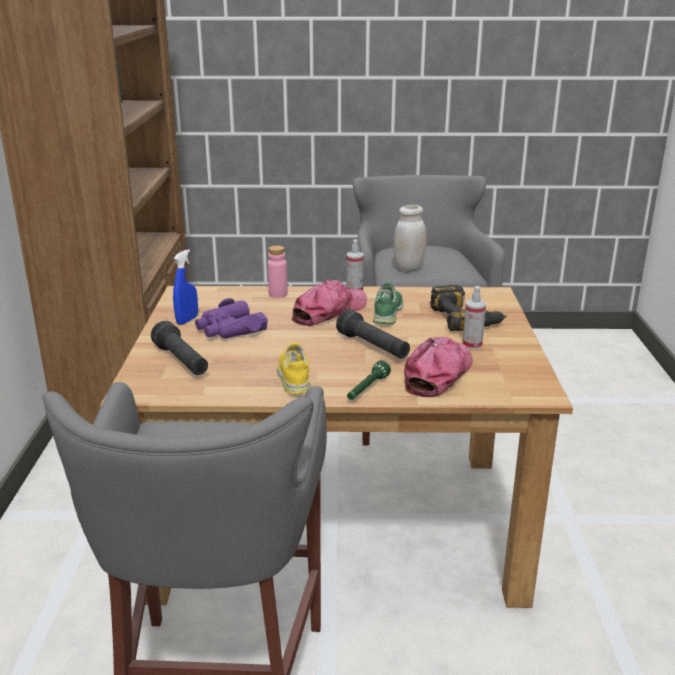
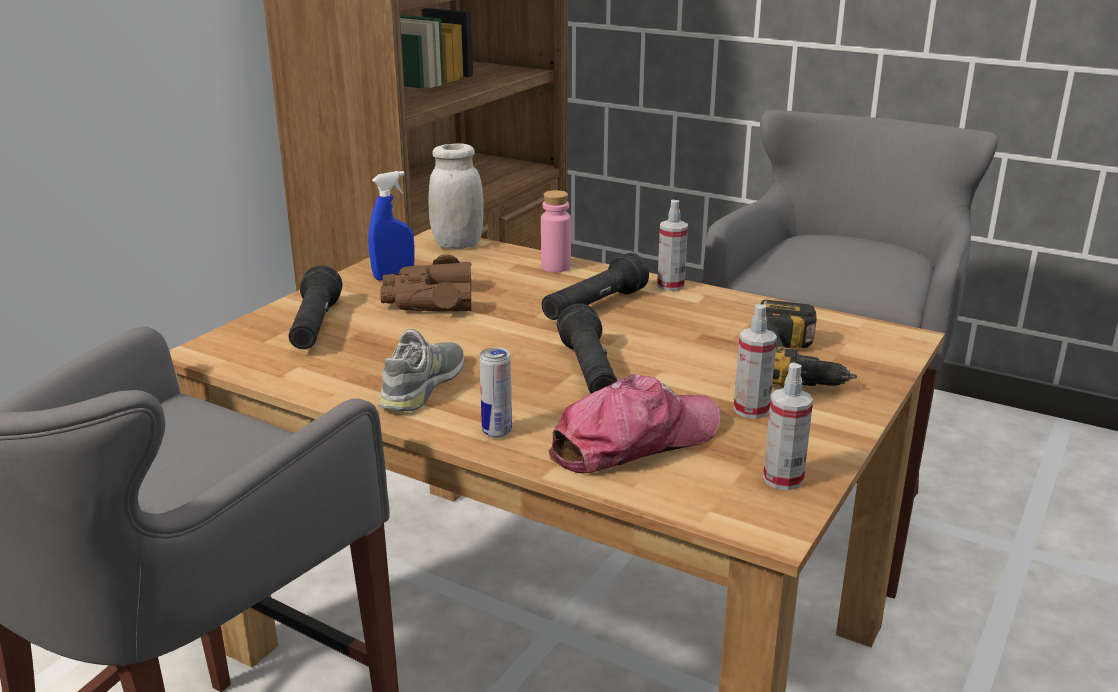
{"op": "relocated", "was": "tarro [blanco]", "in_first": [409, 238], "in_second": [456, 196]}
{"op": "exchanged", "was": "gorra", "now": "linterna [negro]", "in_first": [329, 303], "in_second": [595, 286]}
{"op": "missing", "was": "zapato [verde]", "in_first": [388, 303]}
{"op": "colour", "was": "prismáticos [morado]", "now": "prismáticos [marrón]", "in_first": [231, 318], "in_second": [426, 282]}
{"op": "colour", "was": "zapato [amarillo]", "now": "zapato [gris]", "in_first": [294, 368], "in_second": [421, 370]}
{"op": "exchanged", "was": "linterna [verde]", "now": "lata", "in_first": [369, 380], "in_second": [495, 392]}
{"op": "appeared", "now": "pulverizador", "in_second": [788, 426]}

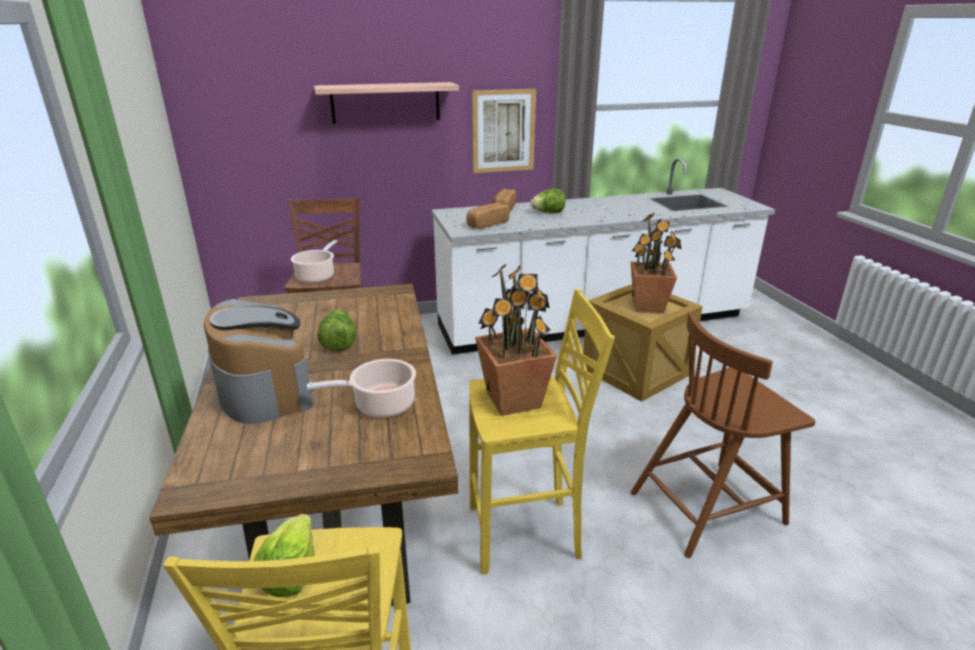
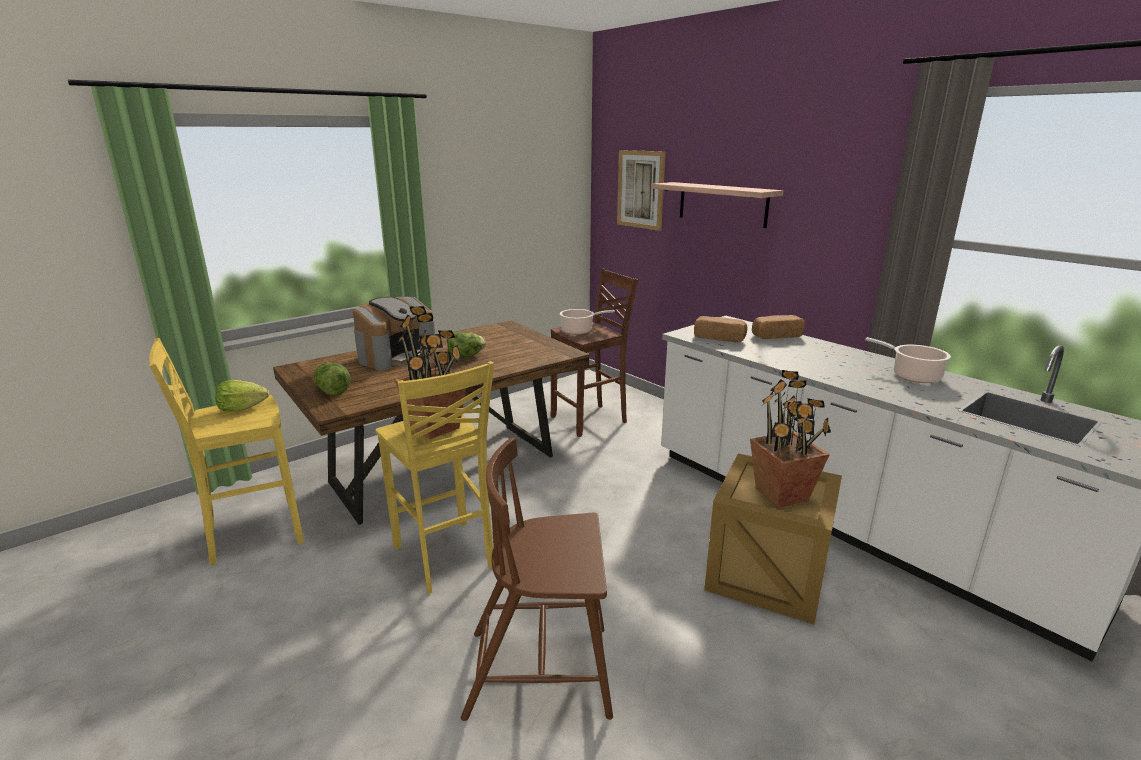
{"op": "relocated", "was": "cuadro", "in_first": [504, 131], "in_second": [641, 190]}
{"op": "relocated", "was": "lechuga", "in_first": [547, 200], "in_second": [332, 379]}
{"op": "spun", "was": "silla [marrón]", "in_first": [723, 434], "in_second": [537, 579], "clockwise": -45}
{"op": "relocated", "was": "olla", "in_first": [361, 388], "in_second": [908, 360]}

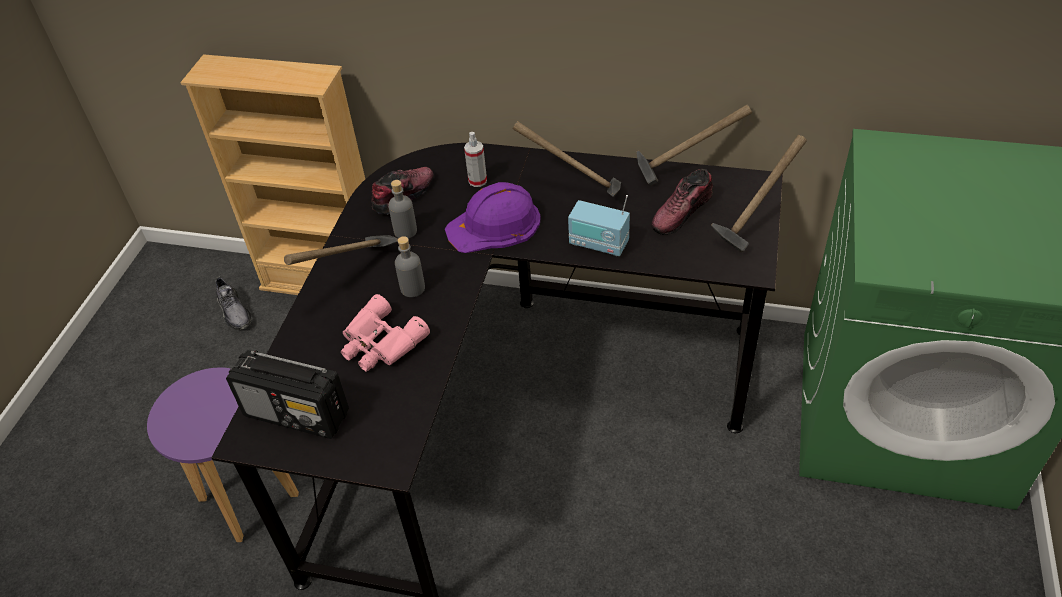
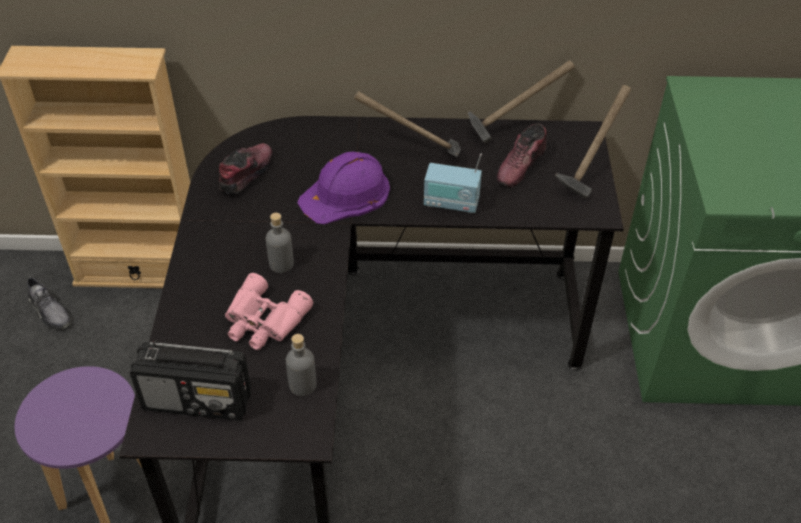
{"op": "missing", "was": "pulverizador", "in_first": [475, 159]}
{"op": "relocated", "was": "botella [gris]", "in_first": [402, 209], "in_second": [301, 365]}
{"op": "missing", "was": "martillo", "in_first": [341, 250]}

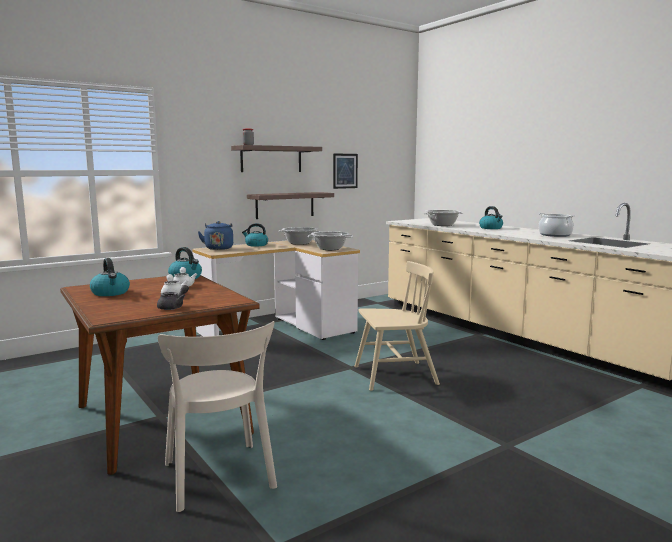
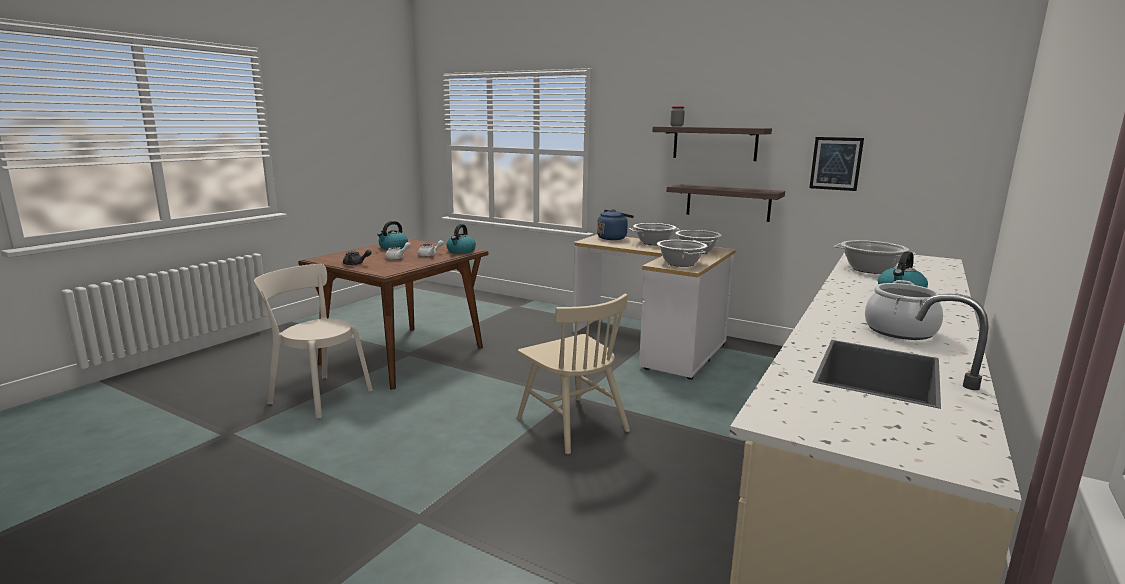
{"op": "exchanged", "was": "hervidor", "now": "olla", "in_first": [255, 235], "in_second": [654, 234]}
{"op": "spun", "was": "silla [beis]", "in_first": [217, 416], "in_second": [313, 341], "clockwise": 75}

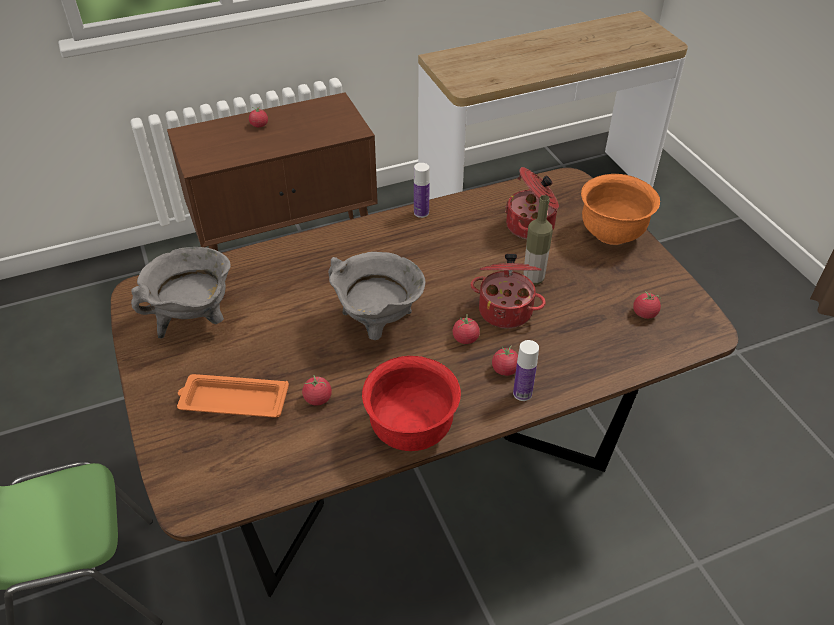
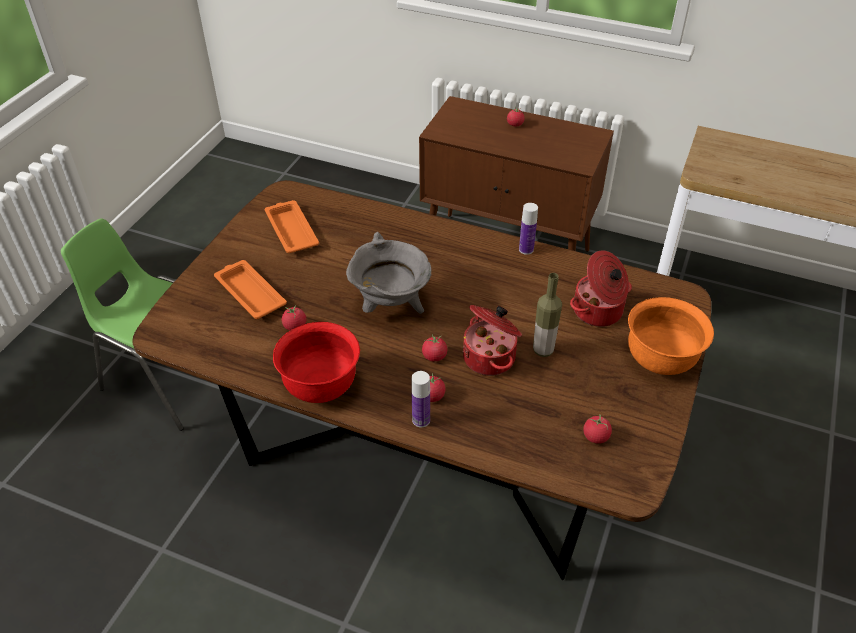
{"op": "exchanged", "was": "olla [gris]", "now": "bandeja [naranja]", "in_first": [180, 293], "in_second": [292, 226]}

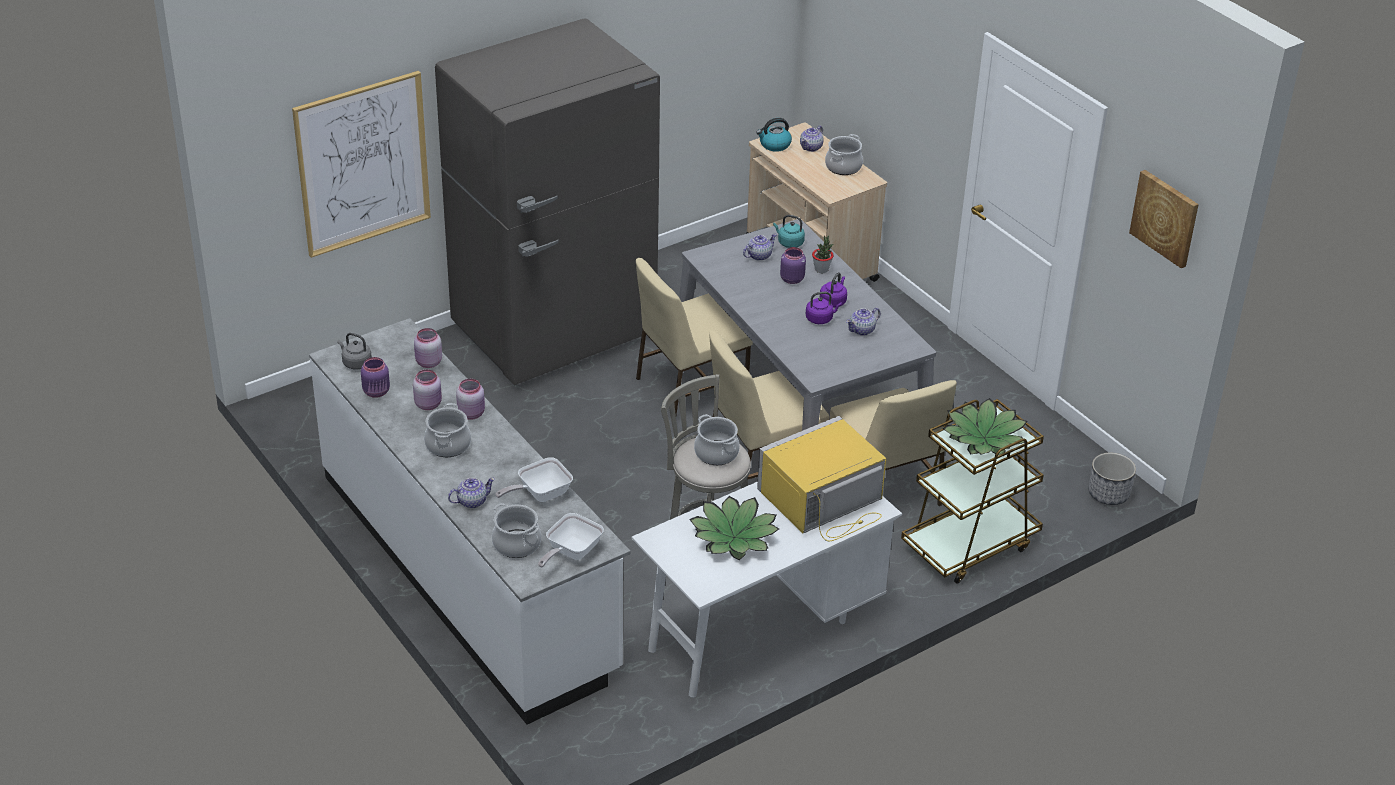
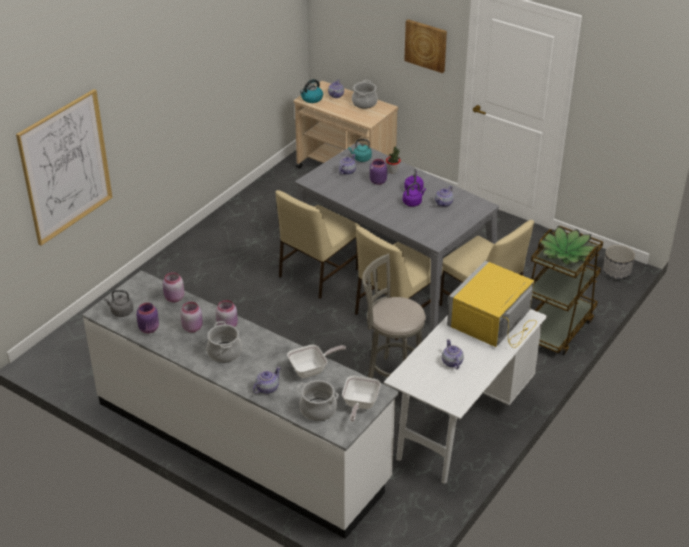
{"op": "missing", "was": "nevera [gris]", "in_first": [547, 201]}
{"op": "relocated", "was": "cuadro", "in_first": [1164, 219], "in_second": [425, 46]}
{"op": "missing", "was": "olla", "in_first": [717, 439]}
{"op": "spun", "was": "sartén", "in_first": [534, 479], "in_second": [316, 361], "clockwise": -150}
{"op": "exchanged", "was": "planta en maceta", "now": "tetera", "in_first": [734, 528], "in_second": [453, 354]}

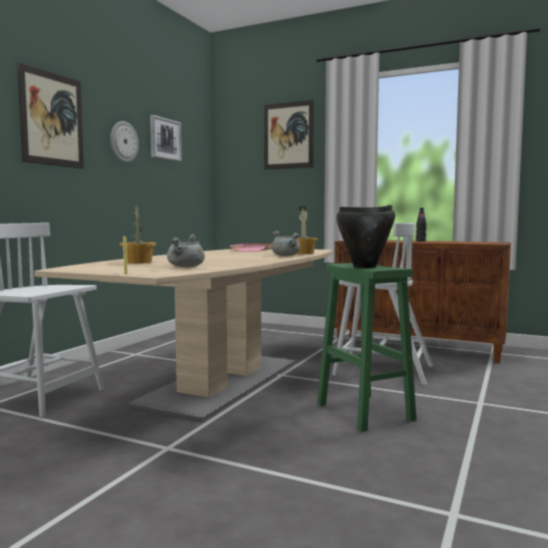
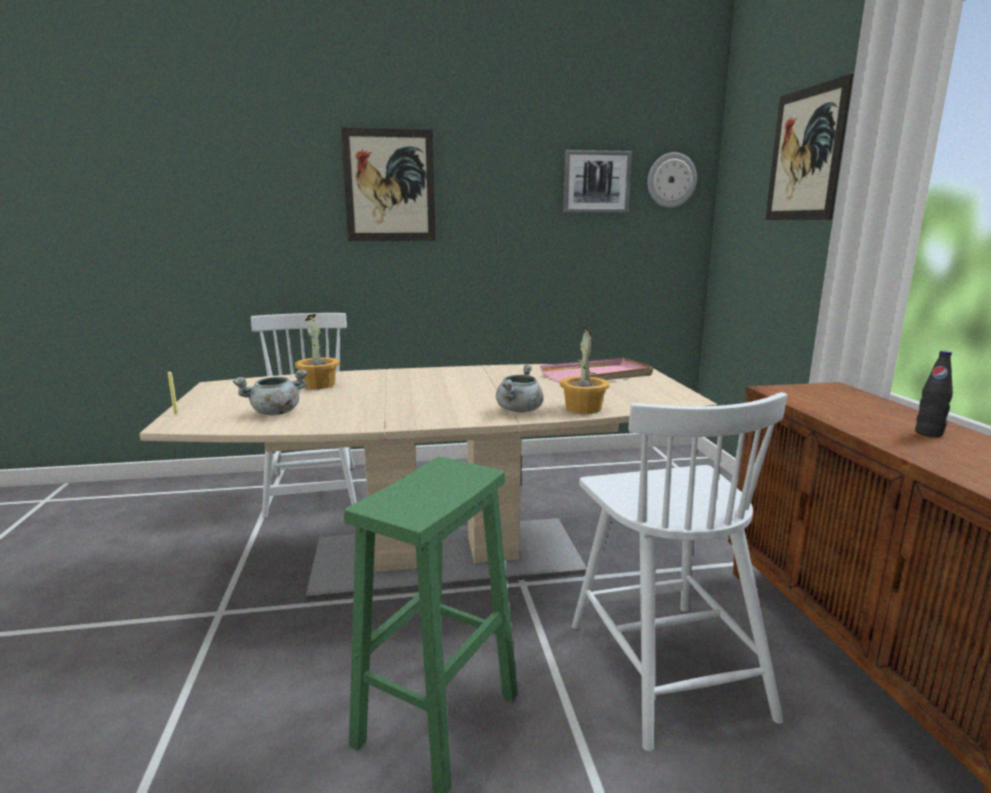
{"op": "relocated", "was": "reloj de pared", "in_first": [124, 142], "in_second": [672, 180]}
{"op": "missing", "was": "olla [negro]", "in_first": [365, 236]}

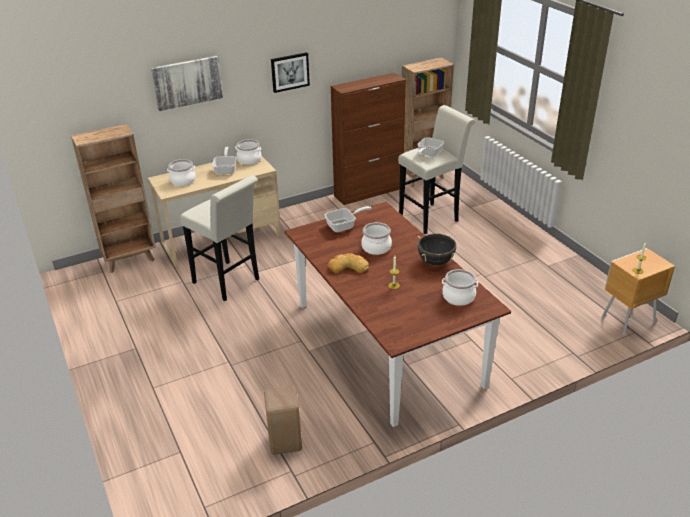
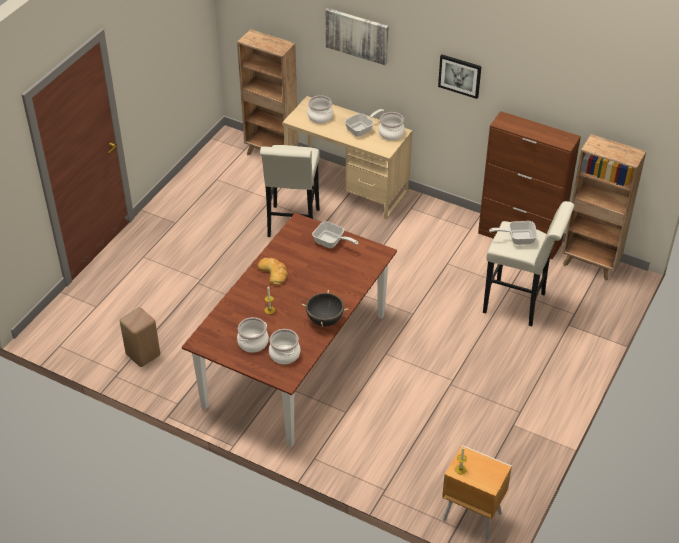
{"op": "relocated", "was": "olla", "in_first": [376, 238], "in_second": [253, 335]}

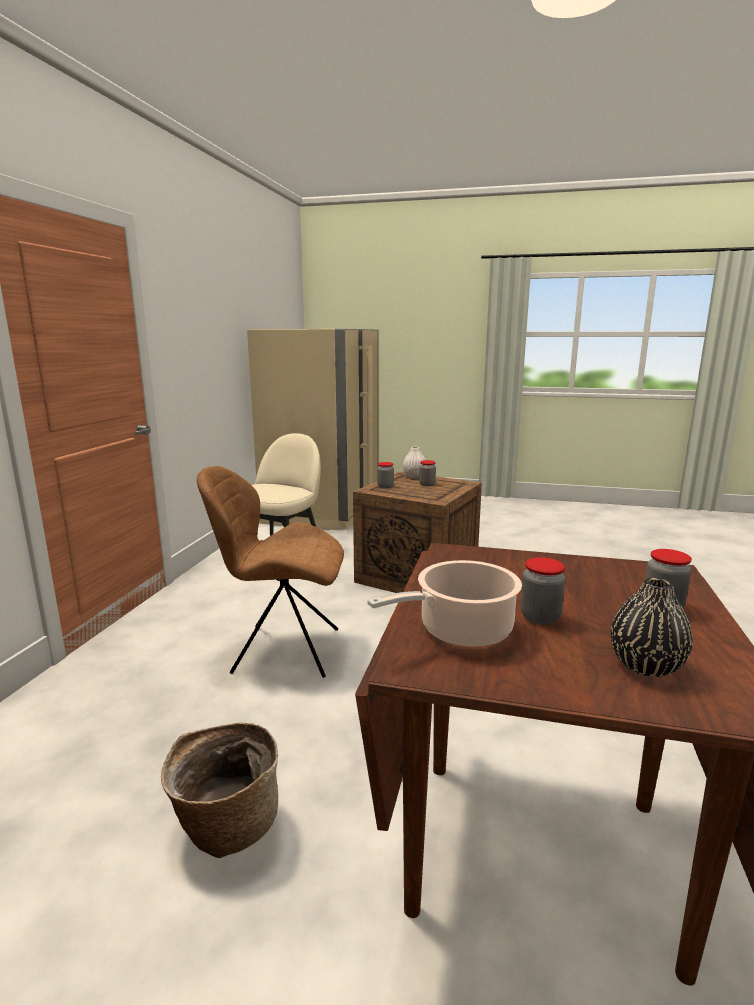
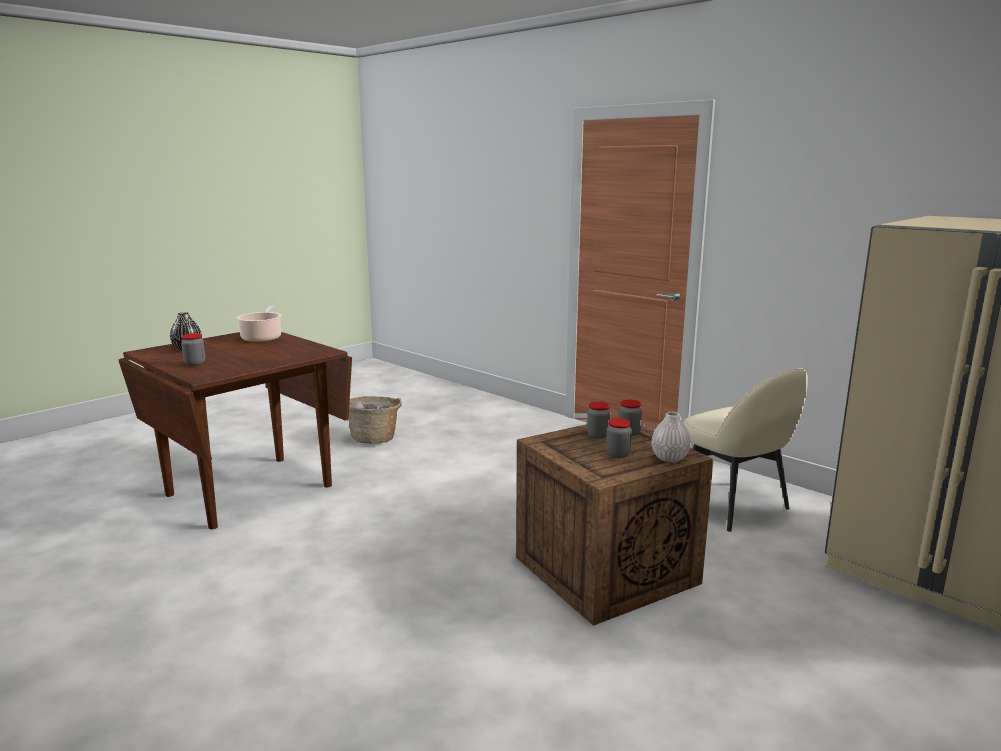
{"op": "missing", "was": "silla [marrón]", "in_first": [270, 572]}
{"op": "relocated", "was": "tarro", "in_first": [543, 590], "in_second": [599, 420]}

